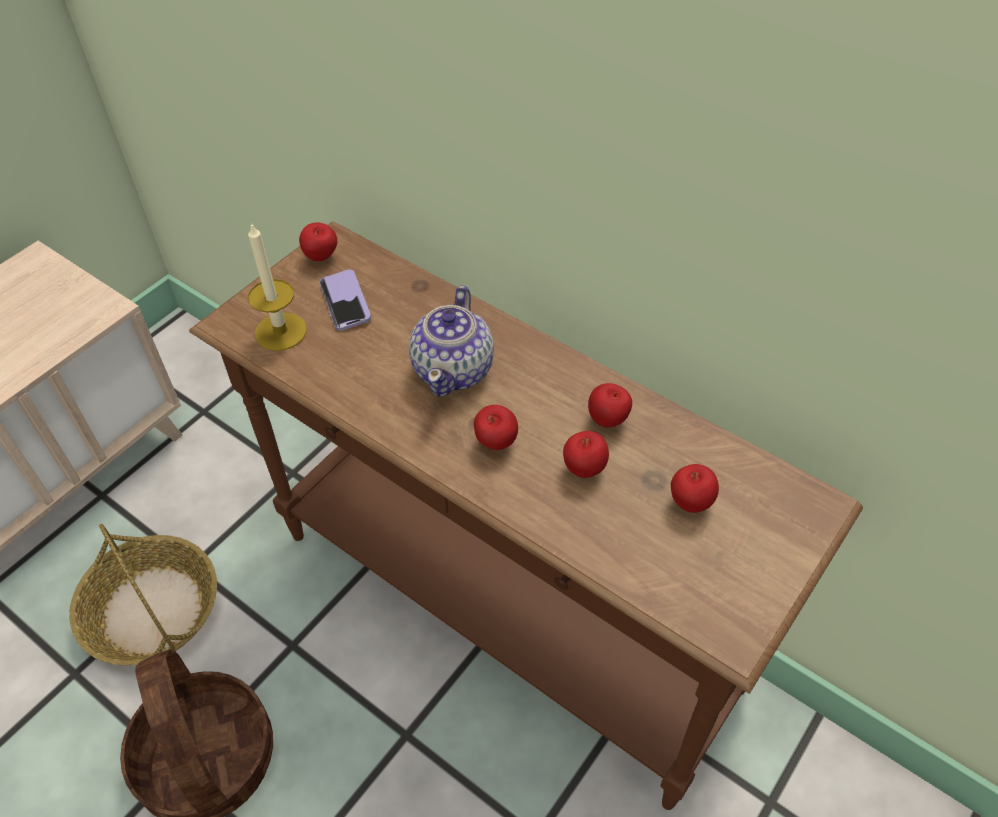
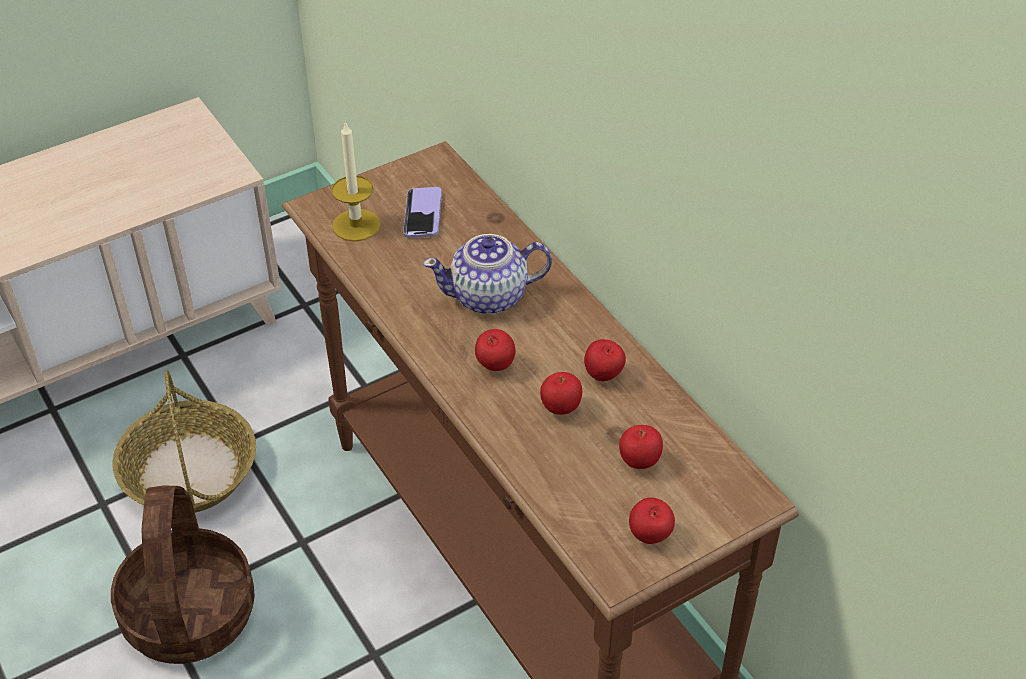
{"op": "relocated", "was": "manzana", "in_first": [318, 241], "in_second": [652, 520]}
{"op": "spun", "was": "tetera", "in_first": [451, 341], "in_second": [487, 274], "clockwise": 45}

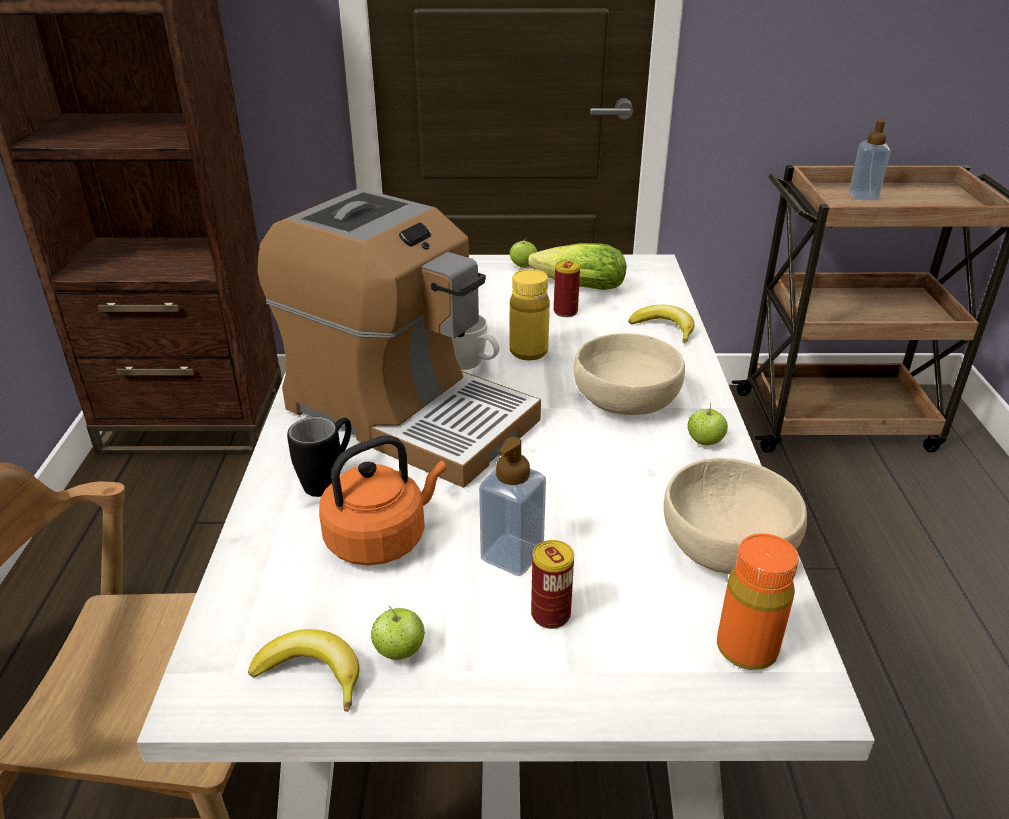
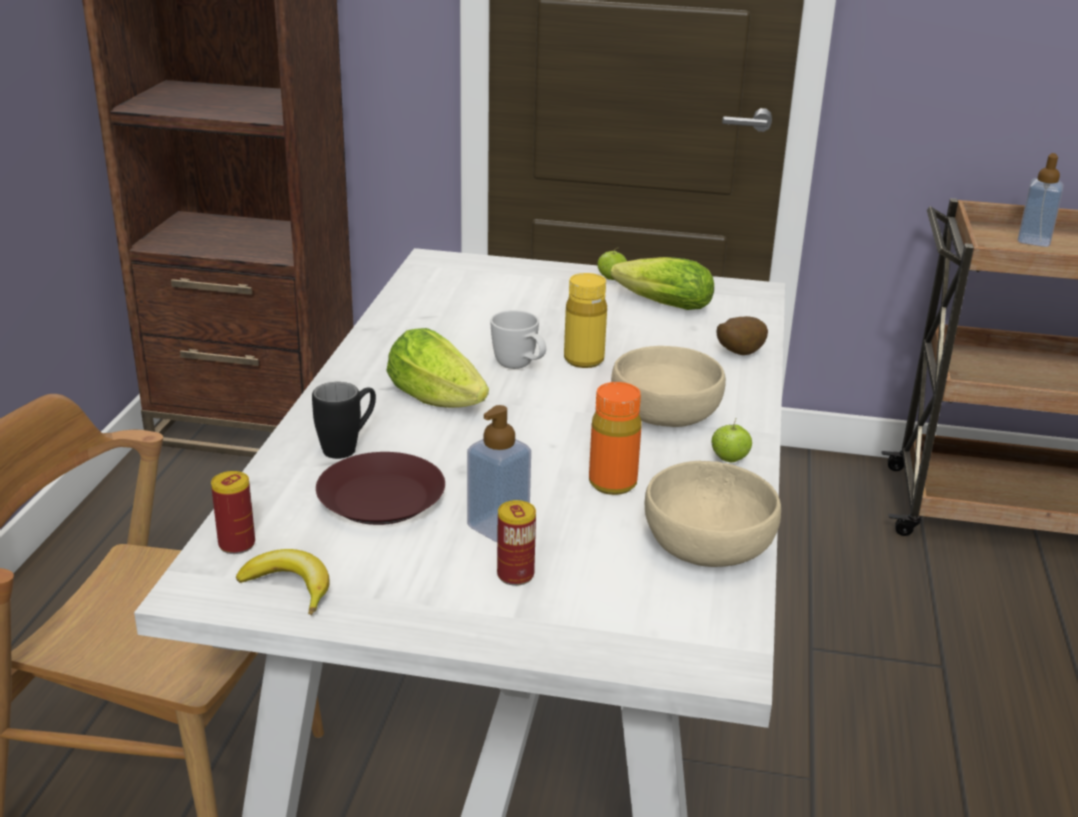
{"op": "exchanged", "was": "cafetera", "now": "lechuga", "in_first": [399, 338], "in_second": [437, 368]}
{"op": "relocated", "was": "lata", "in_first": [567, 288], "in_second": [233, 512]}
{"op": "exchanged", "was": "plátano", "now": "patata", "in_first": [661, 324], "in_second": [742, 335]}
{"op": "exchanged", "was": "hervidor [naranja]", "now": "plato [marrón]", "in_first": [382, 500], "in_second": [380, 488]}
{"op": "relocated", "was": "botella [naranja]", "in_first": [758, 602], "in_second": [615, 438]}
{"op": "missing", "was": "manzana", "in_first": [398, 633]}

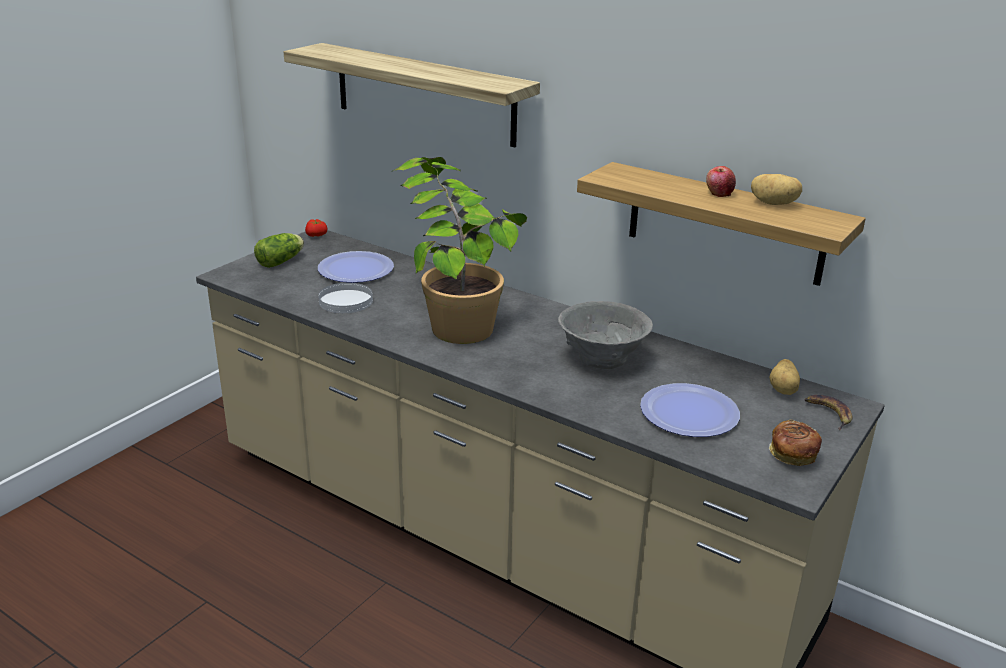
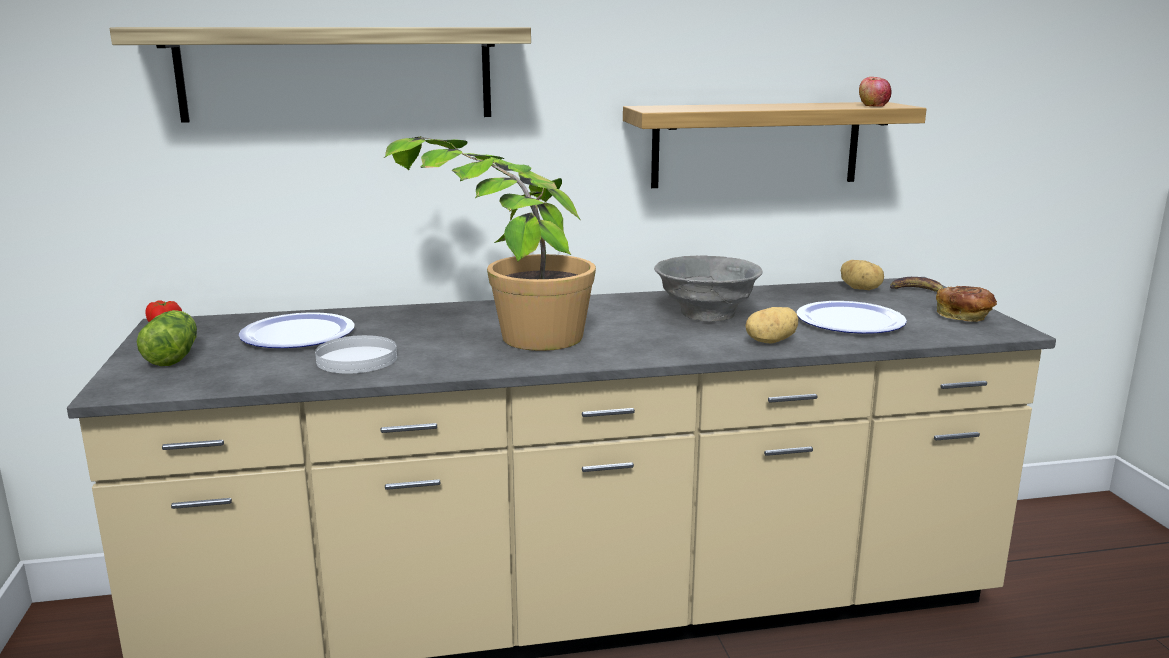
{"op": "relocated", "was": "manzana", "in_first": [721, 181], "in_second": [875, 92]}
{"op": "relocated", "was": "patata", "in_first": [776, 189], "in_second": [772, 325]}

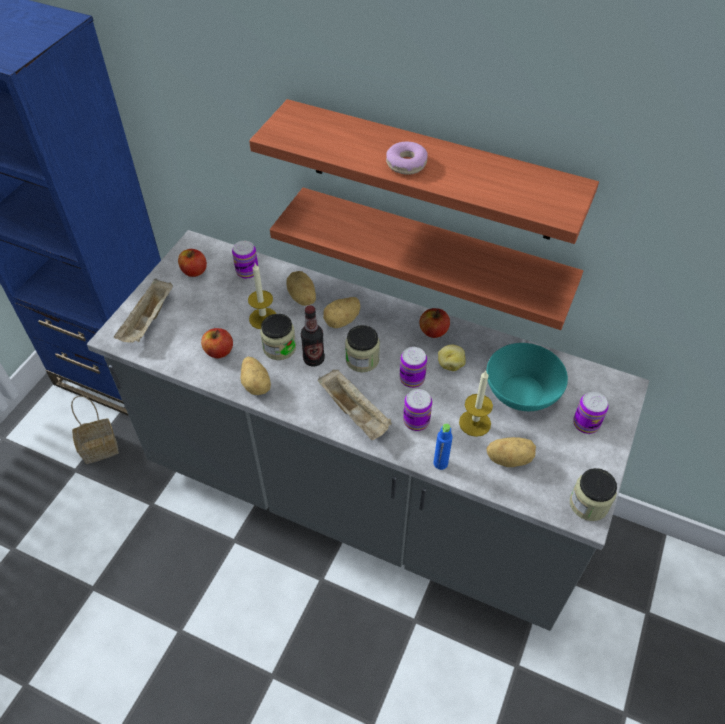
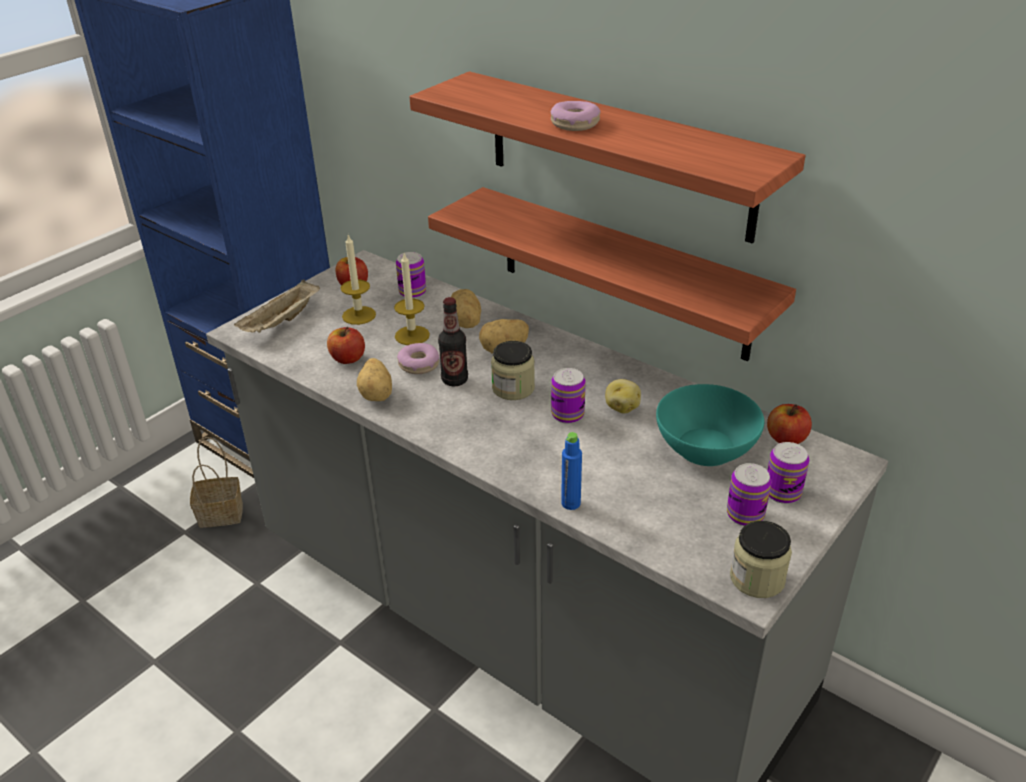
{"op": "relocated", "was": "manzana", "in_first": [435, 323], "in_second": [789, 424]}
{"op": "exchanged", "was": "tarro", "now": "rosquilla", "in_first": [278, 337], "in_second": [418, 358]}
{"op": "missing", "was": "bandeja [beis]", "in_first": [355, 405]}
{"op": "relocated", "was": "vela", "in_first": [476, 404], "in_second": [358, 280]}
{"op": "relocated", "was": "lata", "in_first": [417, 410], "in_second": [749, 494]}
{"op": "missing", "was": "patata", "in_first": [511, 452]}

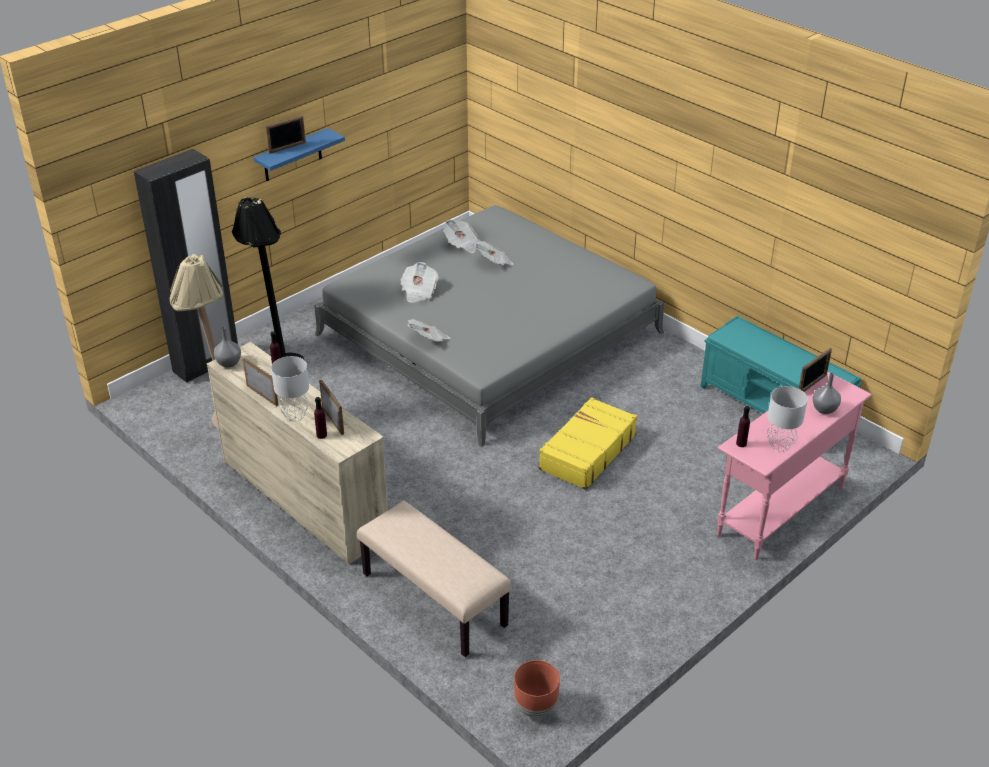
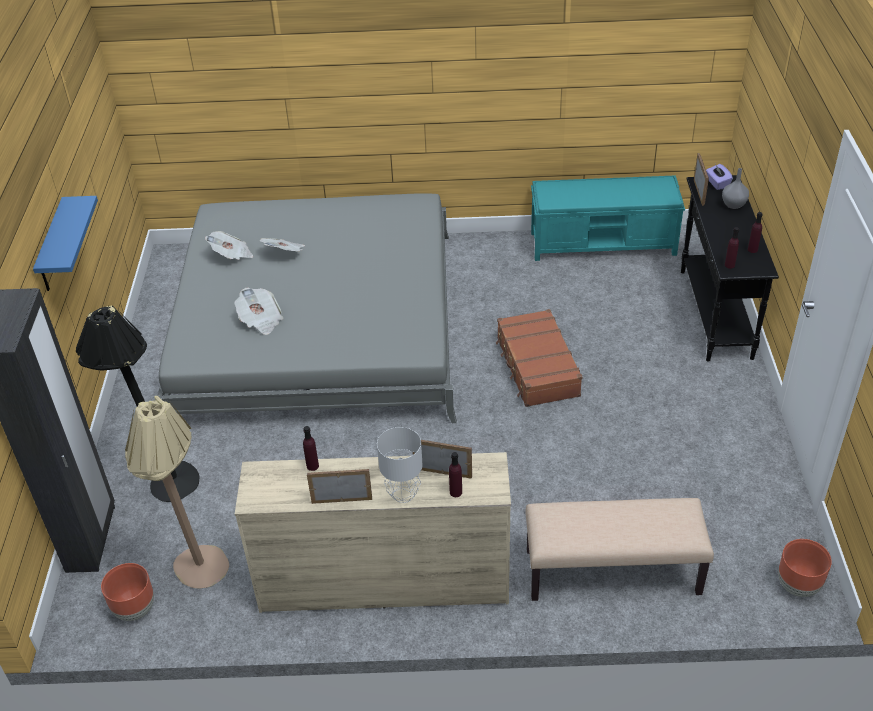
{"op": "missing", "was": "portarretratos", "in_first": [285, 135]}
{"op": "missing", "was": "periódico", "in_first": [429, 330]}
{"op": "missing", "was": "florero [gris]", "in_first": [227, 347]}
{"op": "colour", "was": "mesa consola [rosa]", "now": "mesa consola [negro]", "in_first": [794, 465], "in_second": [730, 268]}
{"op": "exchanged", "was": "lámpara de mesa [gris]", "now": "botella [morado]", "in_first": [787, 419], "in_second": [755, 232]}
{"op": "colour", "was": "maleta [amarillo]", "now": "maleta [marrón]", "in_first": [588, 443], "in_second": [539, 358]}
{"op": "appeared", "now": "caja de pañuelos [morado]", "in_second": [719, 177]}
{"op": "appeared", "now": "maceta [marrón]", "in_second": [127, 592]}

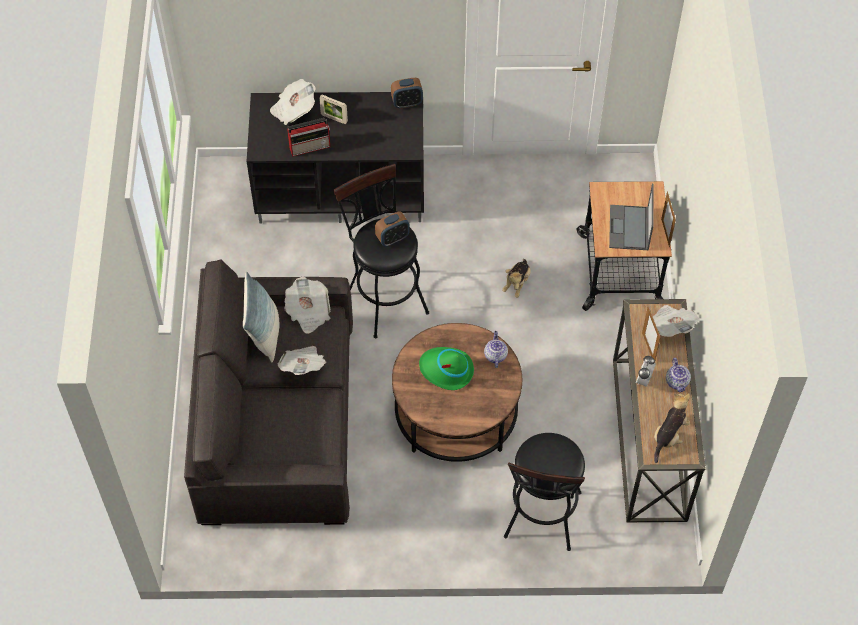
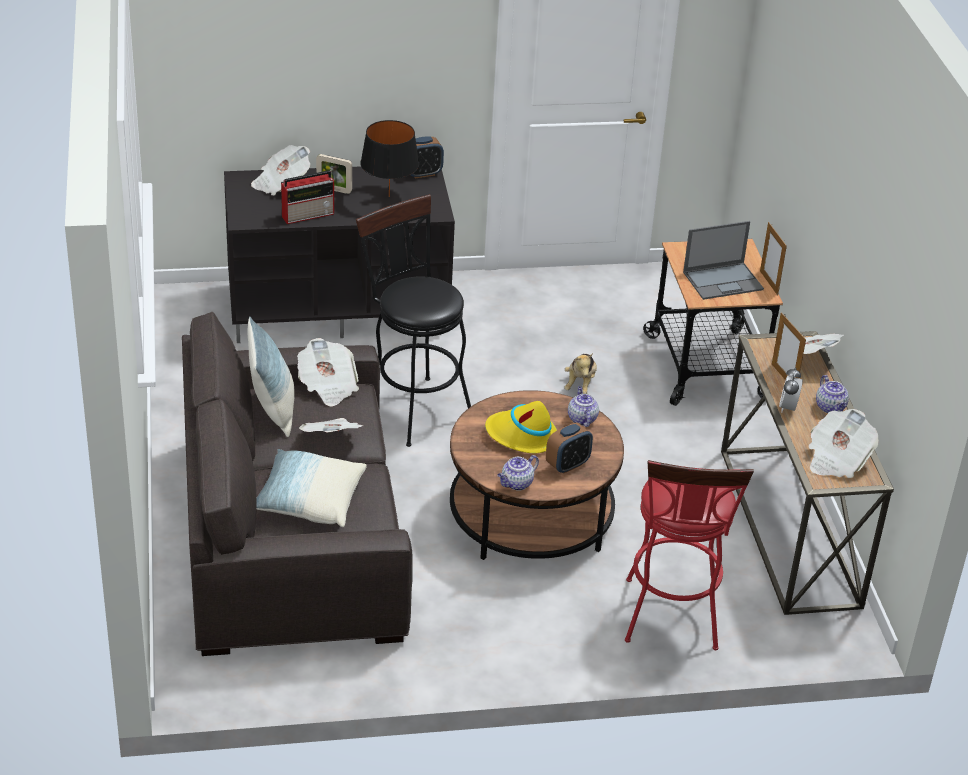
{"op": "spun", "was": "portátil", "in_first": [631, 217], "in_second": [723, 260], "clockwise": -105}
{"op": "relocated", "was": "despertador", "in_first": [392, 228], "in_second": [569, 448]}
{"op": "colour", "was": "sombrero [verde]", "now": "sombrero [amarillo]", "in_first": [446, 368], "in_second": [521, 427]}
{"op": "exchanged", "was": "peluche", "now": "periódico", "in_first": [672, 428], "in_second": [843, 443]}
{"op": "colour", "was": "taburete [negro]", "now": "taburete [rojo]", "in_first": [544, 492], "in_second": [689, 555]}
{"op": "appeared", "now": "lámpara de mesa [negro]", "in_second": [389, 158]}
{"op": "appeared", "now": "cojín", "in_second": [311, 488]}
{"op": "appeared", "now": "tetera", "in_second": [518, 473]}

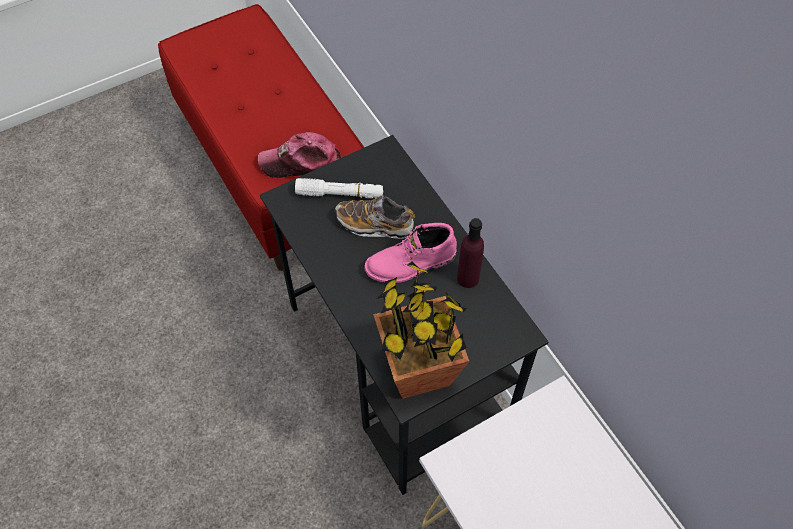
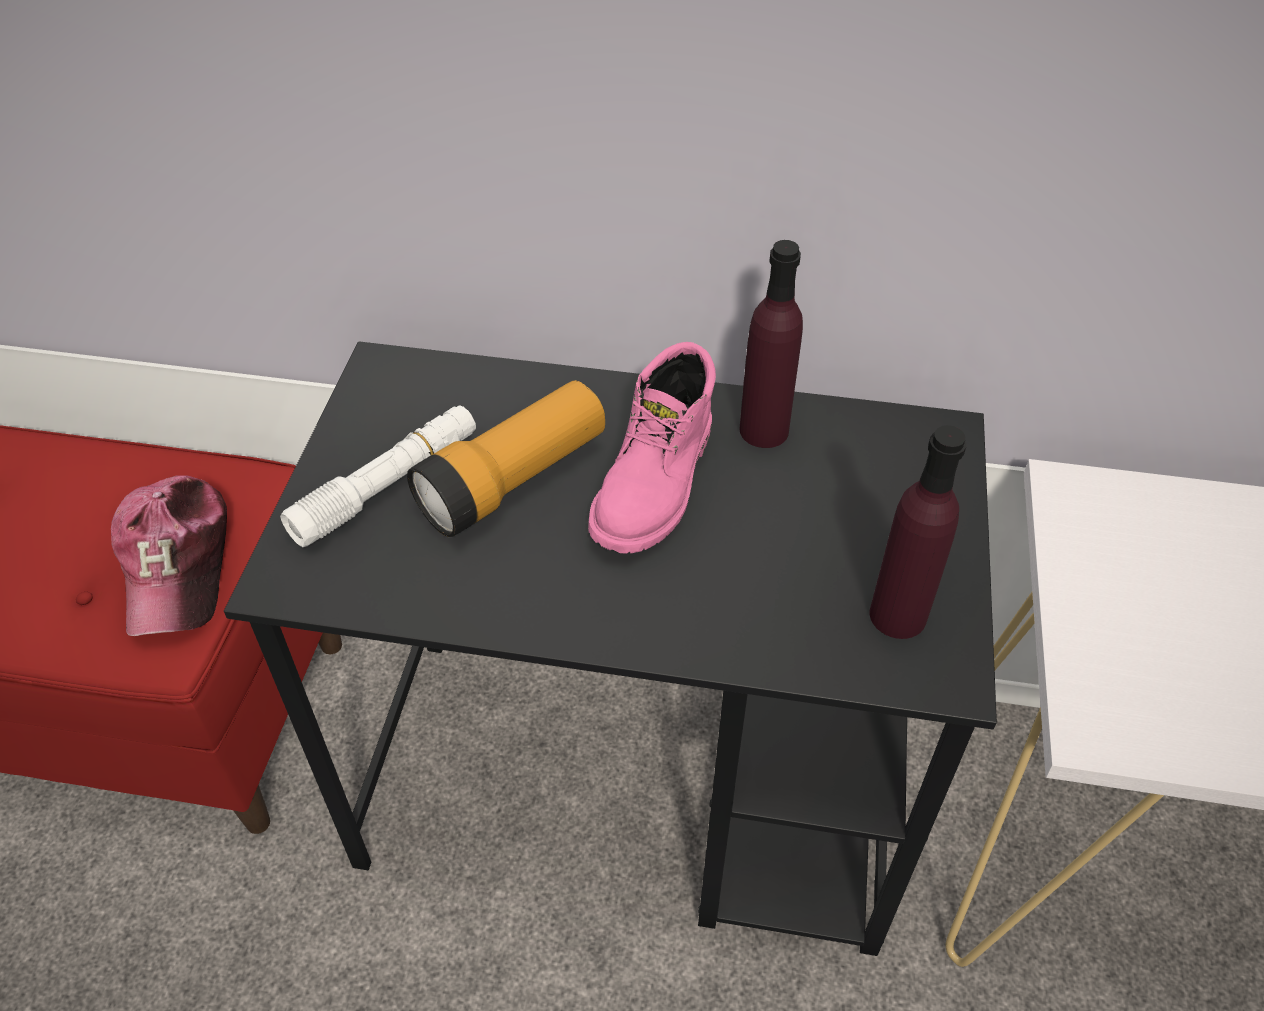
{"op": "spun", "was": "gorra", "in_first": [299, 155], "in_second": [169, 555], "clockwise": -45}
{"op": "exchanged", "was": "zapato", "now": "linterna", "in_first": [375, 217], "in_second": [506, 458]}
{"op": "exchanged", "was": "planta en maceta", "now": "botella [morado]", "in_first": [421, 330], "in_second": [918, 532]}

